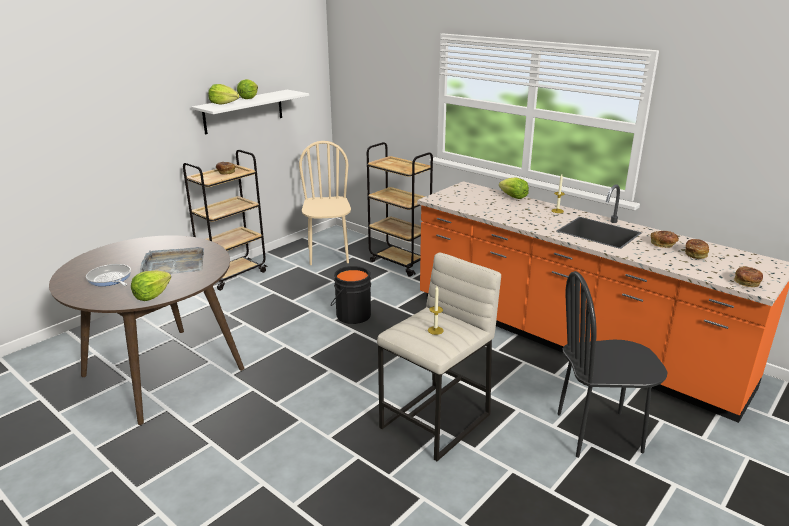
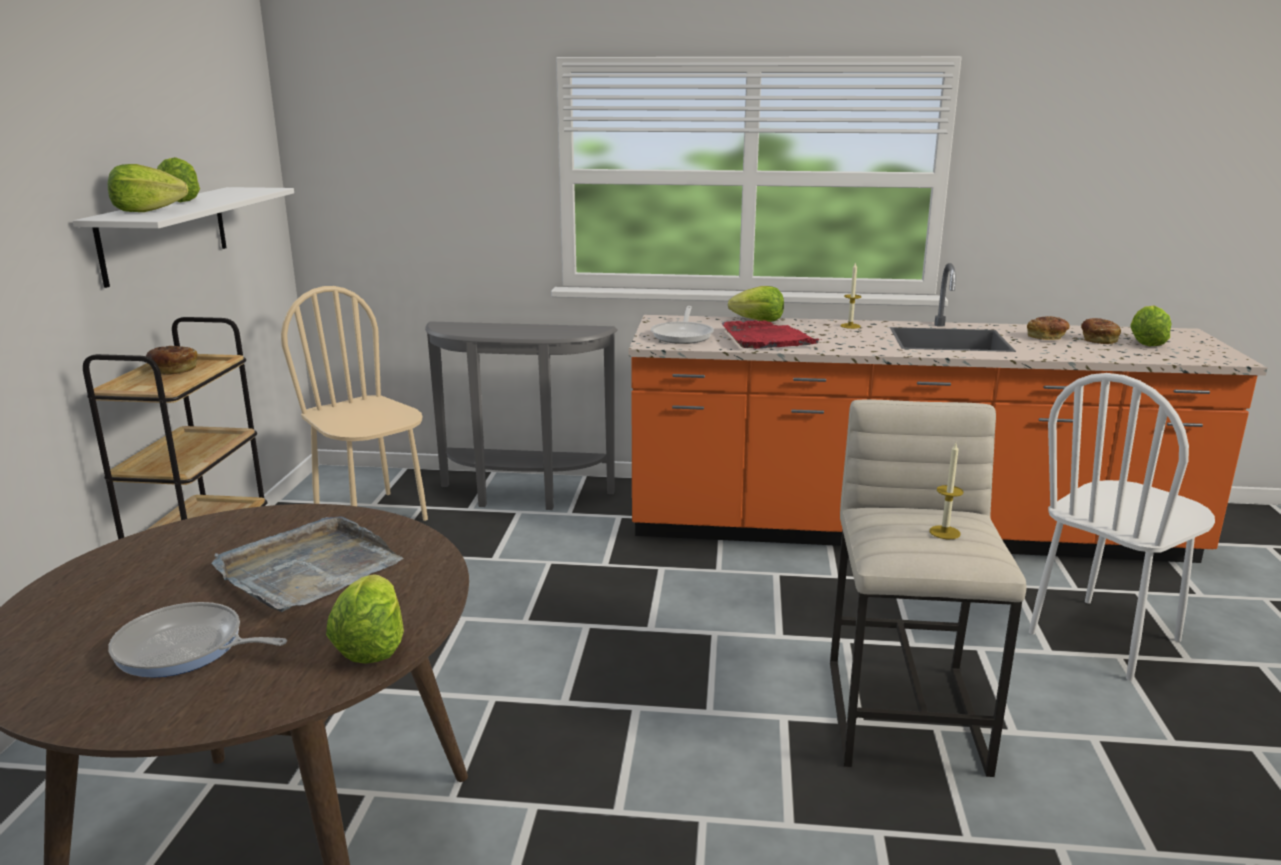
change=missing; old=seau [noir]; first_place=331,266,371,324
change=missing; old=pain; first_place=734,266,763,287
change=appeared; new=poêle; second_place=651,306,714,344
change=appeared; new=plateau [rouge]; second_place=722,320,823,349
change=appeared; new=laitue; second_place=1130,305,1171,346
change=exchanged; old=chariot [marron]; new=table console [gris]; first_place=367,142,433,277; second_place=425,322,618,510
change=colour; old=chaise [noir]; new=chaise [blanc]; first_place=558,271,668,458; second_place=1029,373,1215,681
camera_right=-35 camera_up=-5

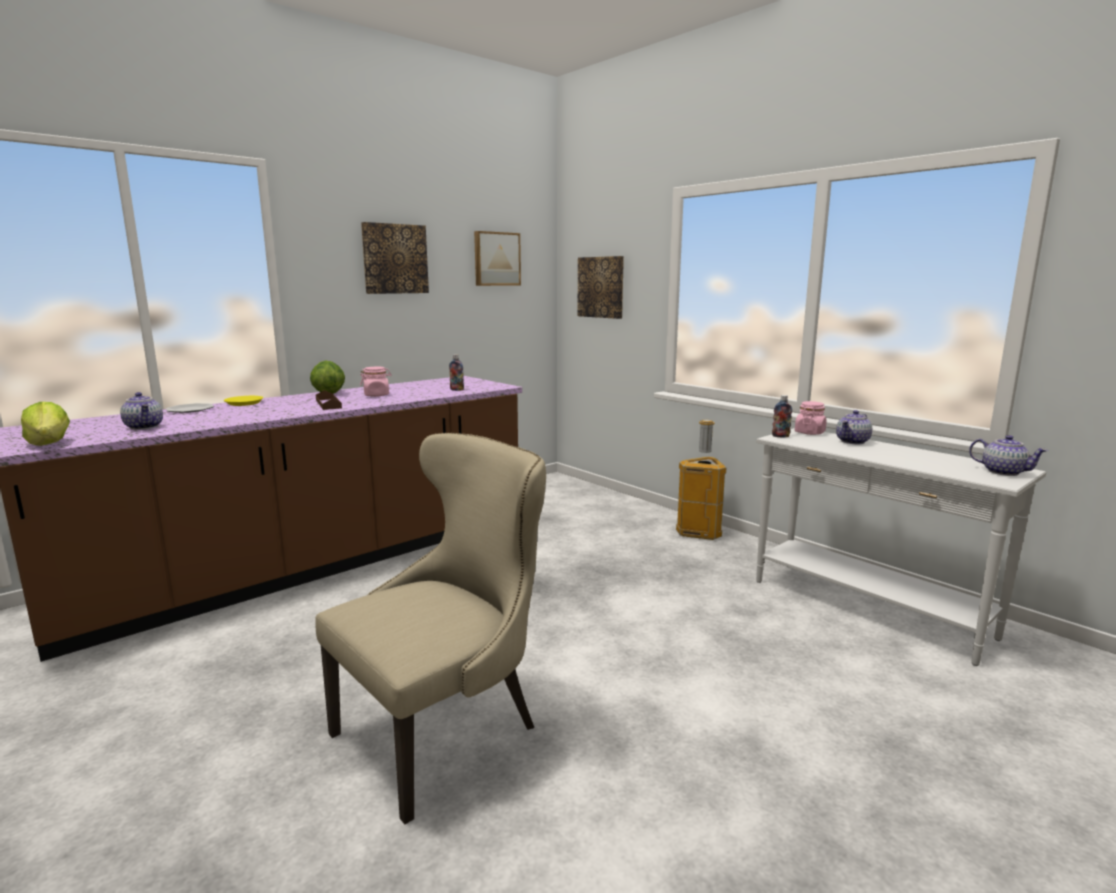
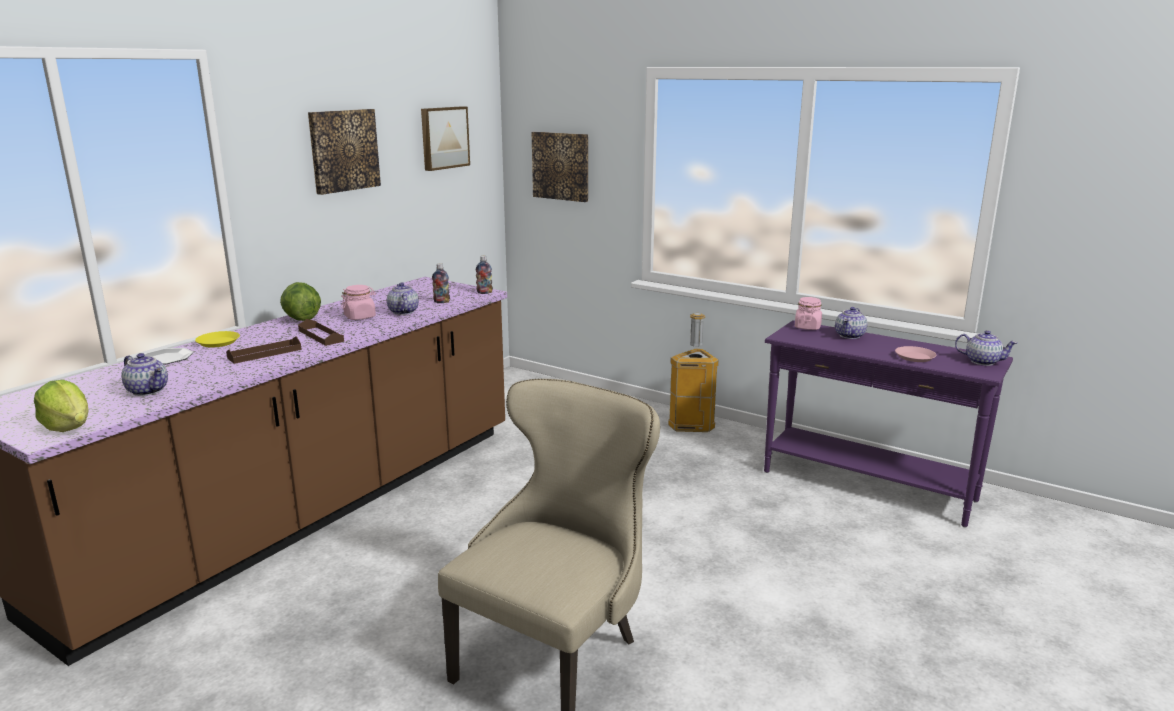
change=appeared; new=plateau [marron]; second_place=226,336,302,364
change=appeared; new=théière; second_place=387,282,419,315
change=appeared; new=assiette [rose]; second_place=895,346,937,362
change=relocated; old=bouteille; first_place=772,395,792,437; second_place=476,256,493,294
change=colour; old=table console [blanc]; new=table console [violet]; first_place=756,428,1046,666; second_place=764,320,1013,528
camera_right=-15 camera_up=5

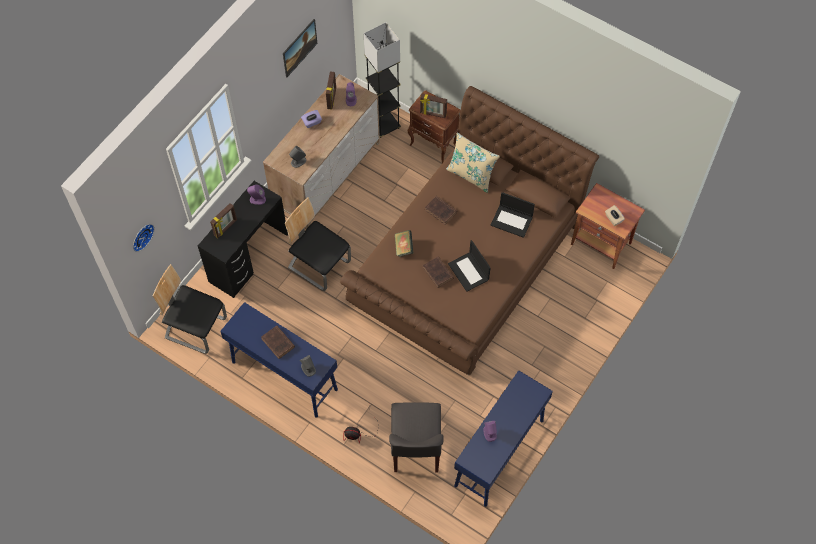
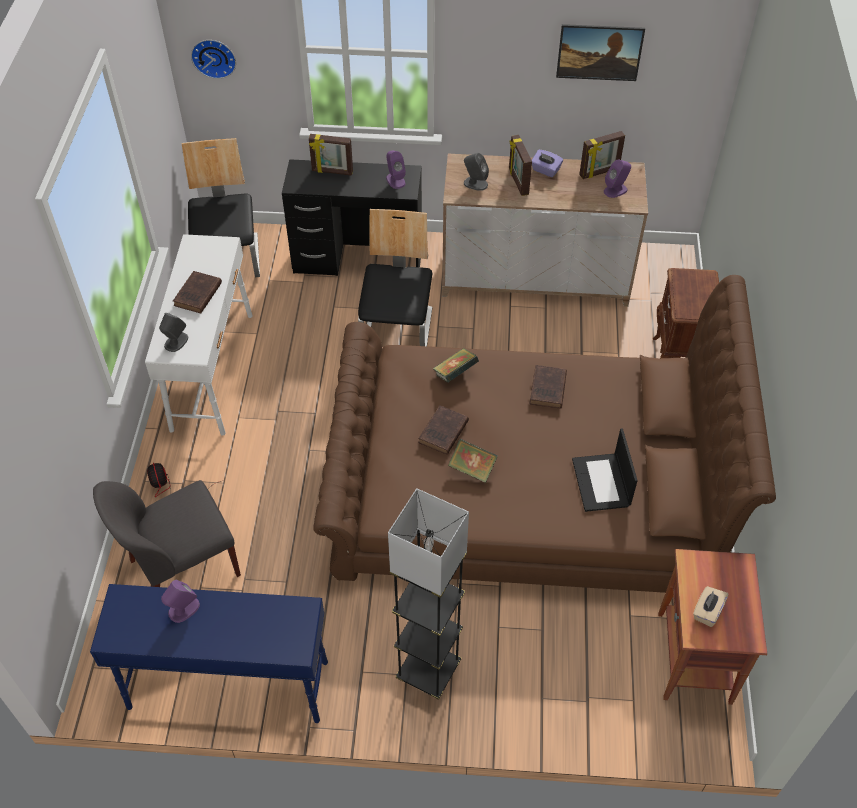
change=missing; old=coussin [beige]; first_place=446,133,500,193
change=relocated; old=lampadaire [noir]; first_place=364,22,401,138; second_place=388,488,469,700
change=relocated; old=cadre photo; first_place=420,94,447,118; second_place=509,135,532,196
change=exchanged; old=ordinateur portable; new=livre; first_place=448,240,491,292; second_place=448,439,498,483
change=colour; old=table console [bleu]; new=table console [blanc]; first_place=220,302,338,418; second_place=145,234,253,436
camera_right=60 camera_up=-10

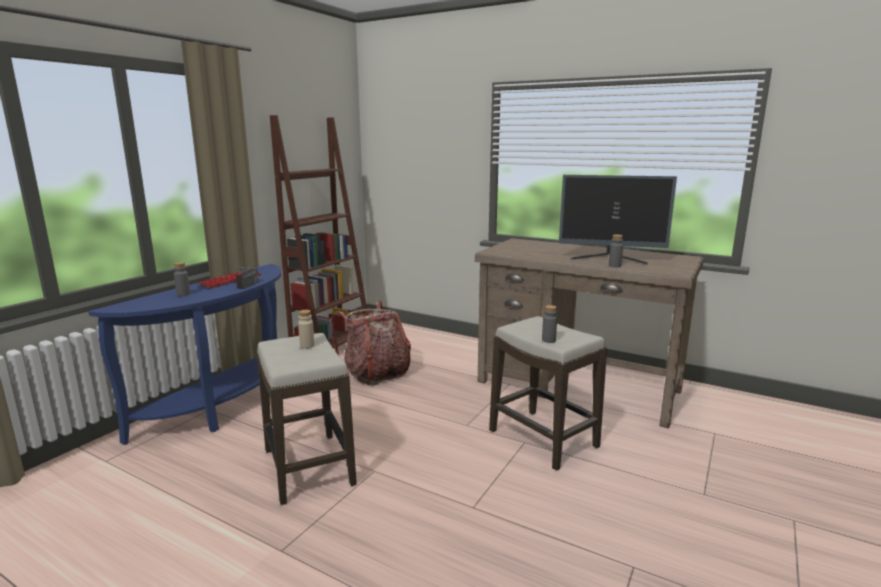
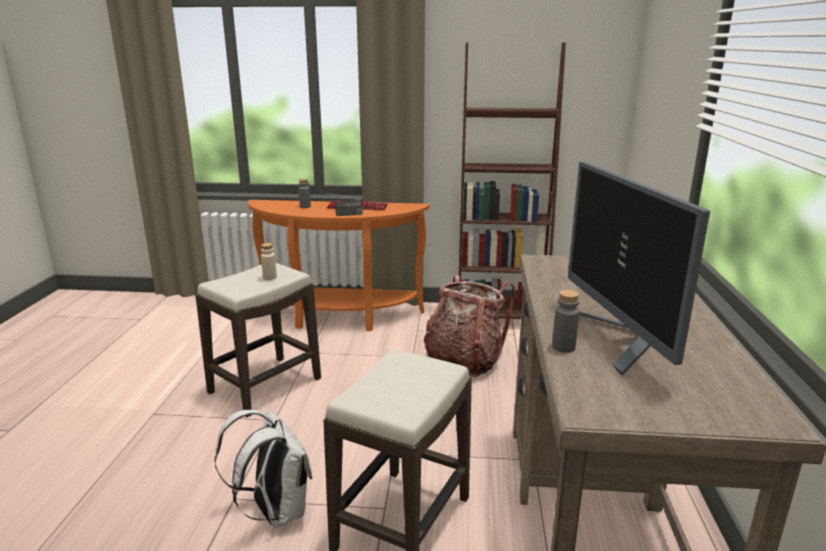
change=missing; old=bouteille [gris]; first_place=542,305,557,343
change=appeared; new=sac à dos [blanc]; second_place=215,410,312,528
change=colour; old=table console [bleu]; new=table console [orange]; first_place=88,264,282,445; second_place=248,200,430,332
camera_right=65 camera_up=5

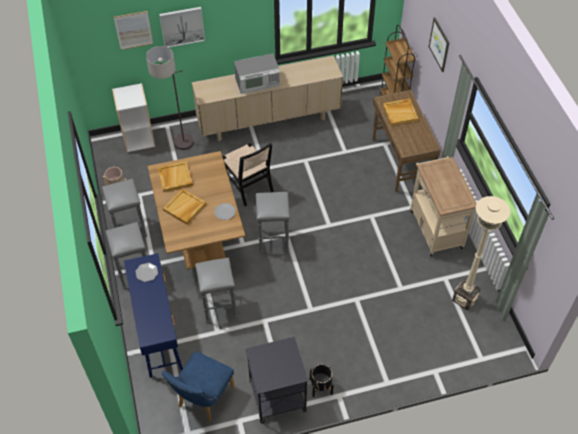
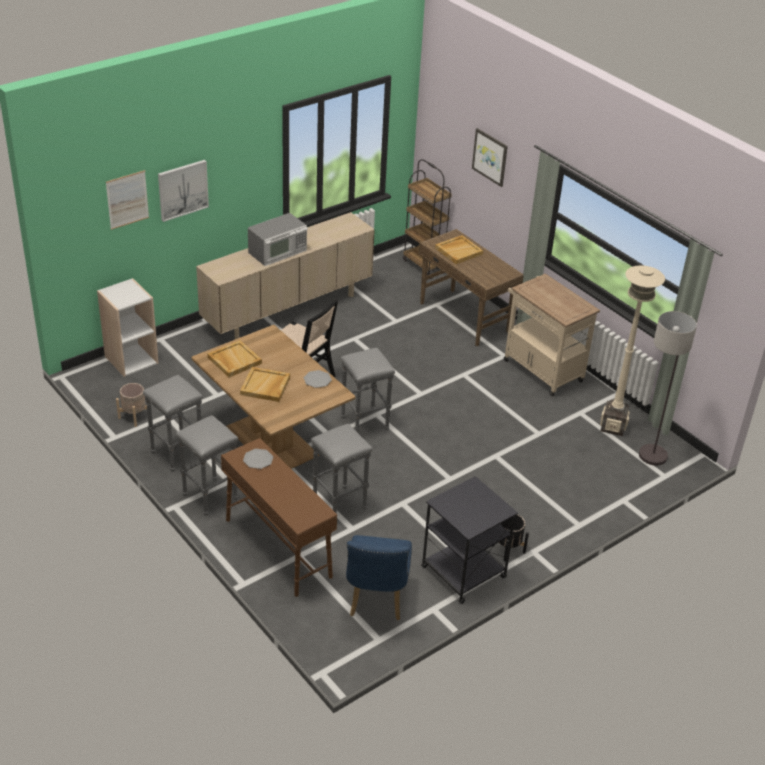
change=relocated; old=lampadaire [gris]; first_place=146,46,194,150; second_place=639,311,697,466
change=colour; old=table console [bleu]; new=table console [marron]; first_place=124,253,183,378; second_place=221,438,337,597
camera_right=-25 camera_up=-15

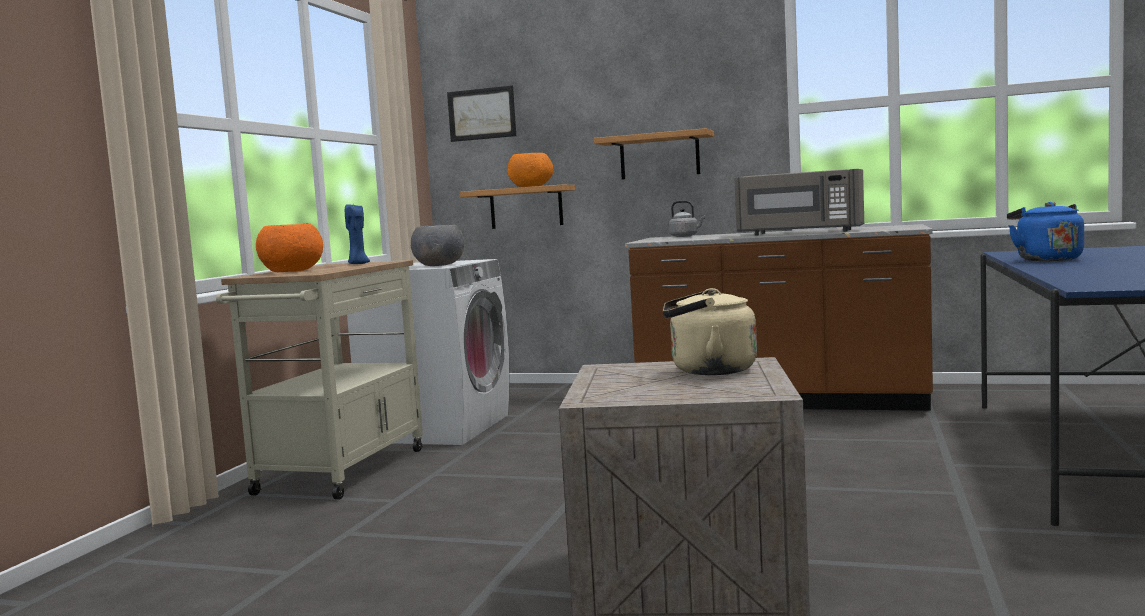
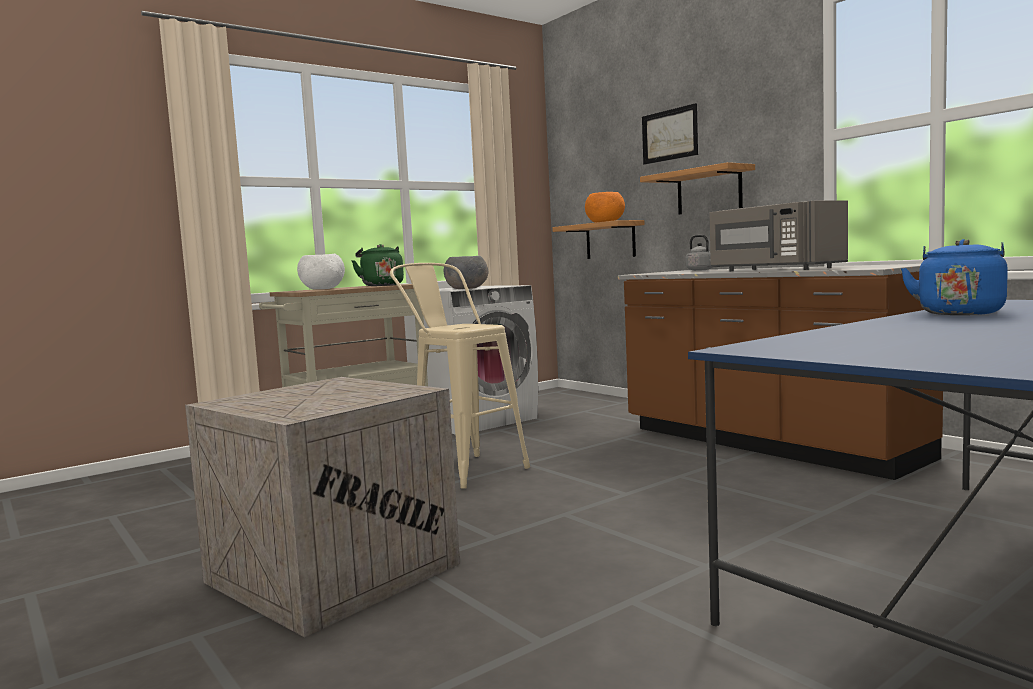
change=missing; old=bouilloire [beige]; first_place=663,288,757,375
change=appeared; new=tabouret [beige]; second_place=390,263,530,489
change=relocated; old=tableau; first_place=447,85,516,142; second_place=642,103,698,165
change=exchanged; old=bougie [bleu]; new=bouilloire [vert]; first_place=345,204,370,264; second_place=351,244,404,286
change=colour; old=bol [orange]; new=bol [blanc]; first_place=256,223,323,272; second_place=297,253,345,289
camera_right=35 camera_up=0

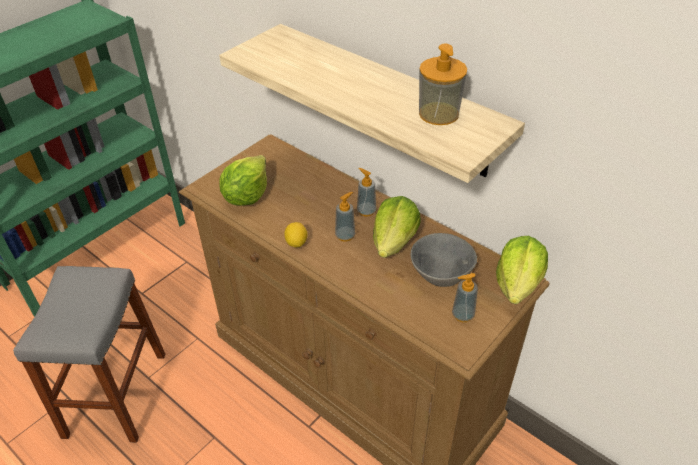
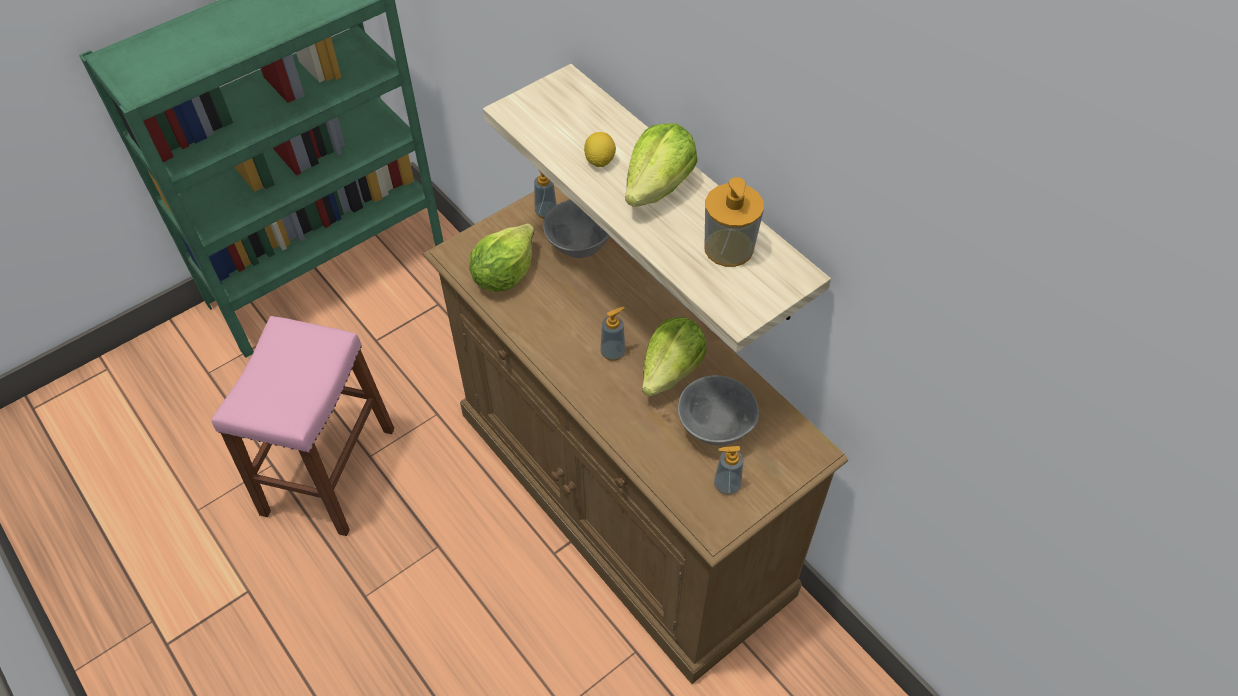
change=appeared; new=bol [gris]; second_place=543,200,610,258
change=relocated; old=citron; first_place=284,222,308,247; second_place=584,132,616,167
change=relocated; old=distributeur de savon; first_place=357,168,376,217; second_place=534,173,557,219
change=relocated; old=laitue; first_place=496,236,548,304; second_place=625,124,698,207
change=colour; old=tabouret [gris]; new=tabouret [rose]; first_place=13,266,165,443; second_place=212,316,394,536
camera_right=10 camera_up=10

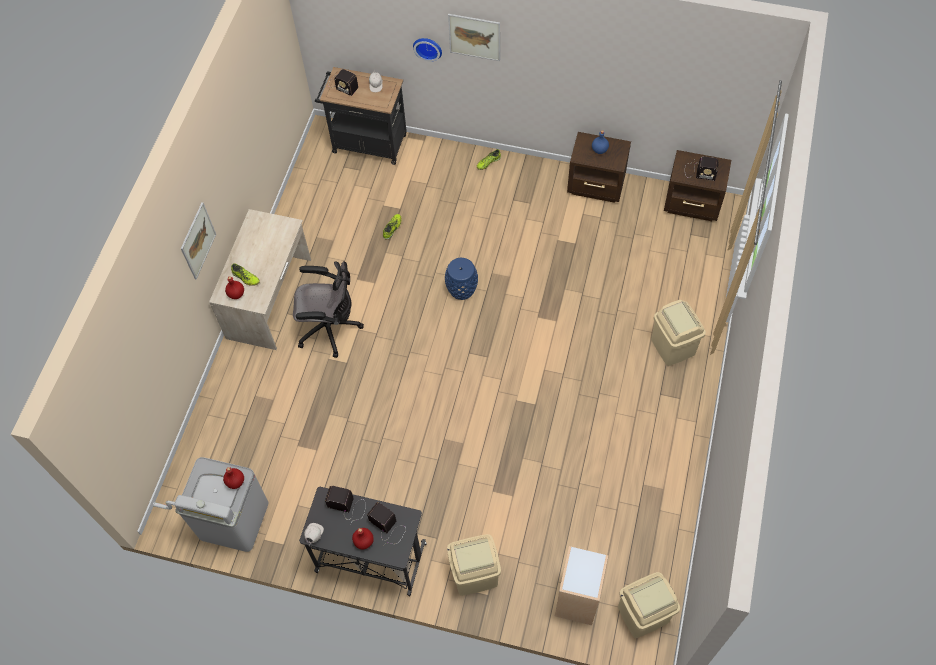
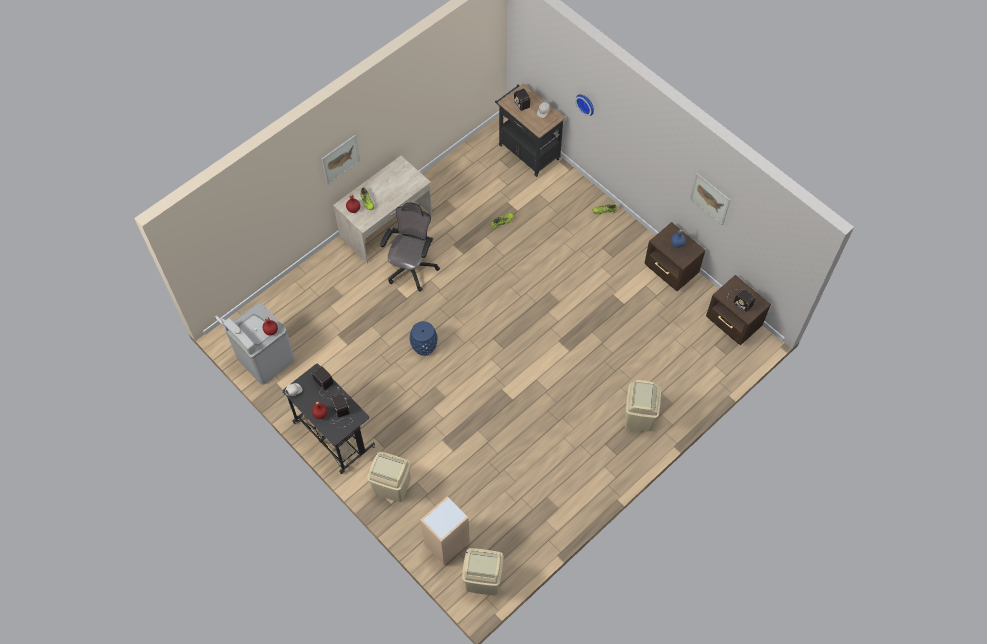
change=relocated; old=tabouret [bleu]; first_place=445,258,478,300; second_place=410,321,438,356
change=relocated; old=tableau; first_place=448,14,500,61; second_place=690,173,730,225
change=spun; old=chaise de bureau; first_place=293,261,364,358; second_place=380,203,440,292; degrees=-105
camera_right=30 camera_up=0

